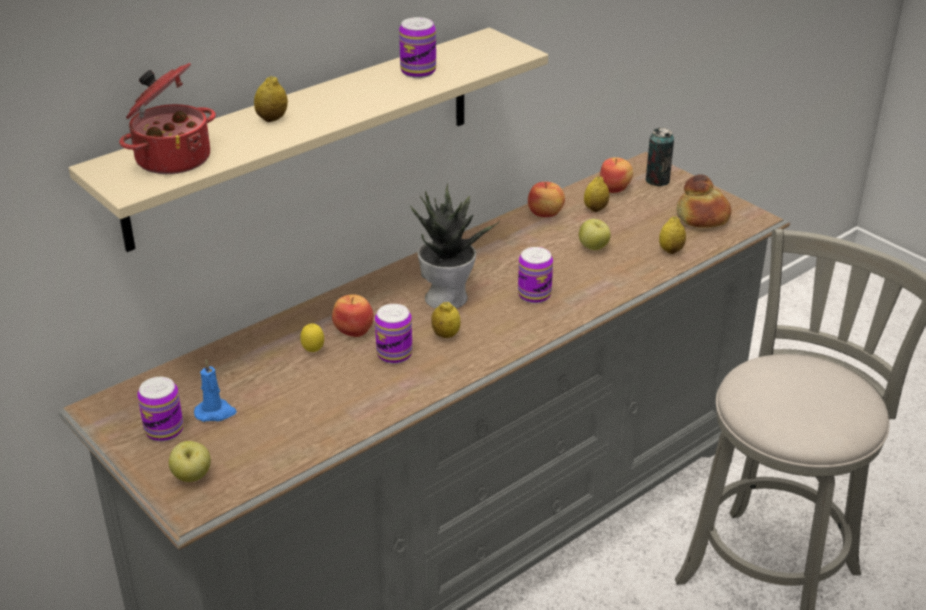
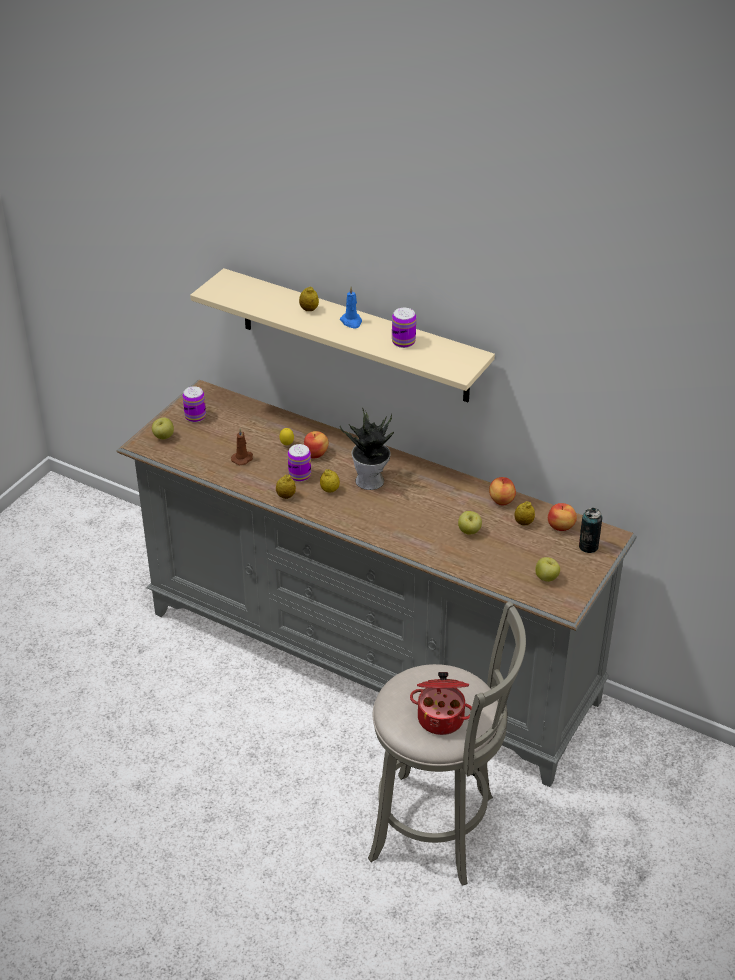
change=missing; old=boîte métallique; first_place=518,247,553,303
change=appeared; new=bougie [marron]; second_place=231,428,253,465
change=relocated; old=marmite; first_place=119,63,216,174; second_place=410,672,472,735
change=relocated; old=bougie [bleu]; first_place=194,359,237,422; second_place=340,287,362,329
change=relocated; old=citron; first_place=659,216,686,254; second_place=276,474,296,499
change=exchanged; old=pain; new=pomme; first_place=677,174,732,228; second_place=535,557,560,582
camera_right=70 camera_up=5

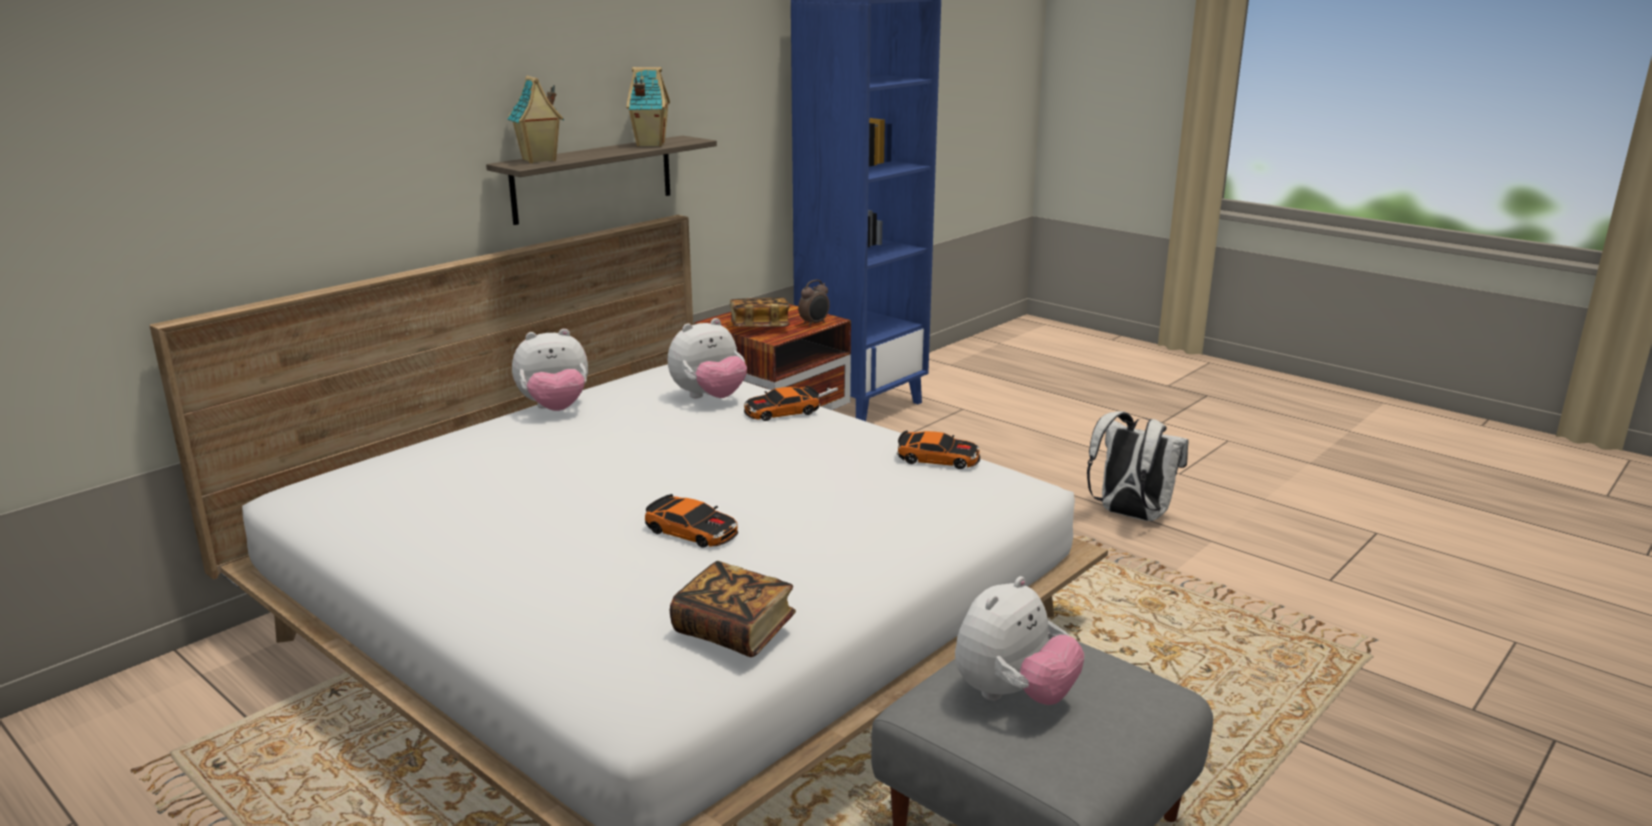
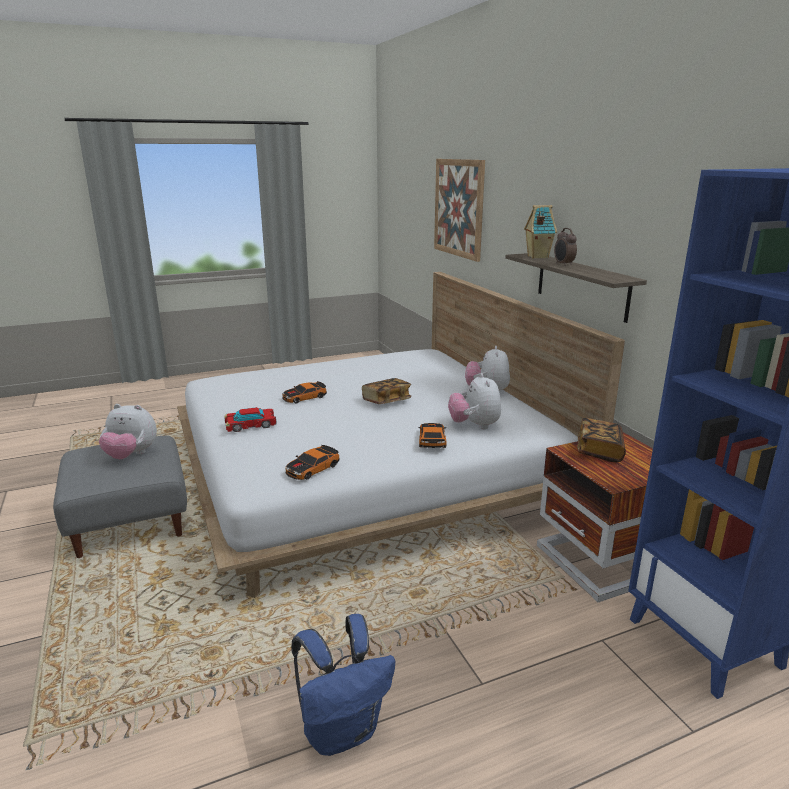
change=missing; old=maison miniature; first_place=626,67,670,147
change=appeared; new=petite voiture; second_place=224,407,276,432
change=appeared; new=tableau; second_place=434,159,485,262
change=relocated; old=livre; first_place=670,561,796,657; second_place=362,378,411,404
change=relocated; old=réveil; first_place=798,280,830,327; second_place=554,228,577,266
change=colour; old=sac à dos [blanc]; new=sac à dos [bleu]; first_place=1087,411,1189,521; second_place=291,614,395,756
change=spun; old=peluche; first_place=955,576,1084,705; second_place=99,404,157,459; degrees=-60
camera_right=115 camera_up=0

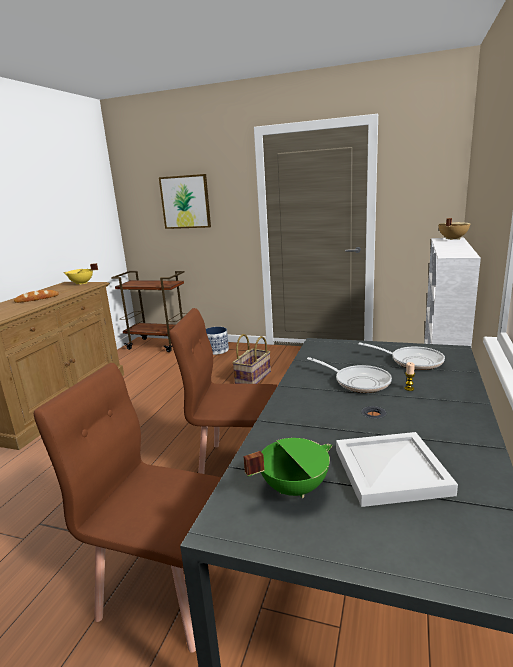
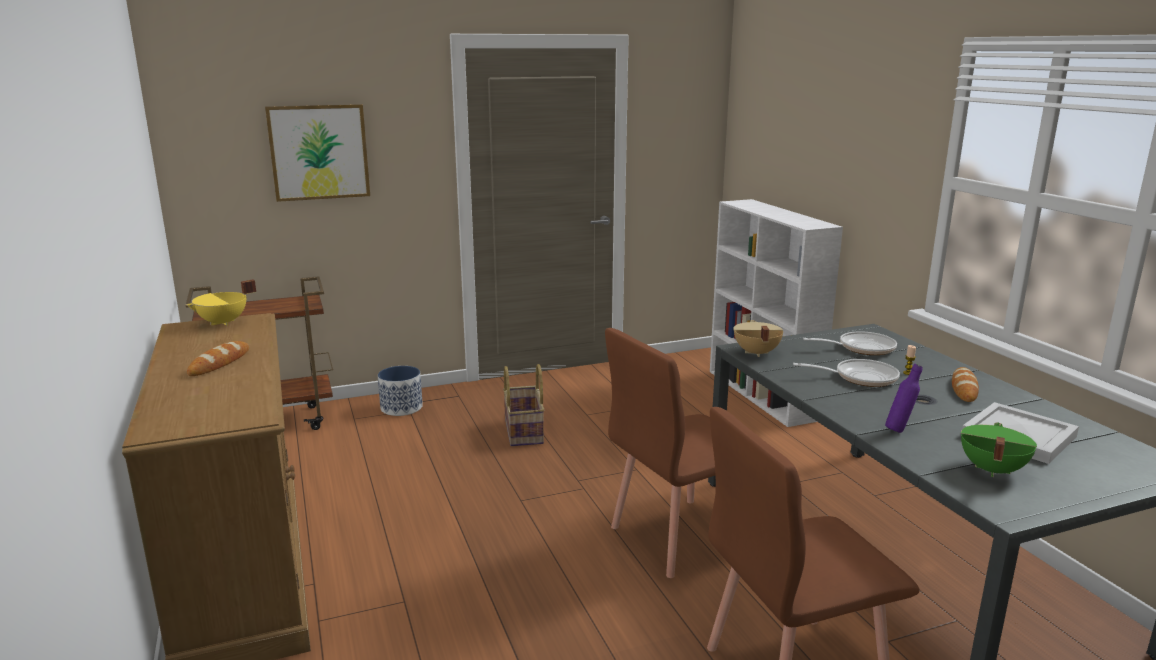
change=appeared; new=bouteille [violet]; second_place=885,364,923,433
change=appeared; new=pain; second_place=952,367,979,402
change=relocated; old=marmite [beige]; first_place=438,218,470,240; second_place=733,320,783,357
camera_right=-40 camera_up=0

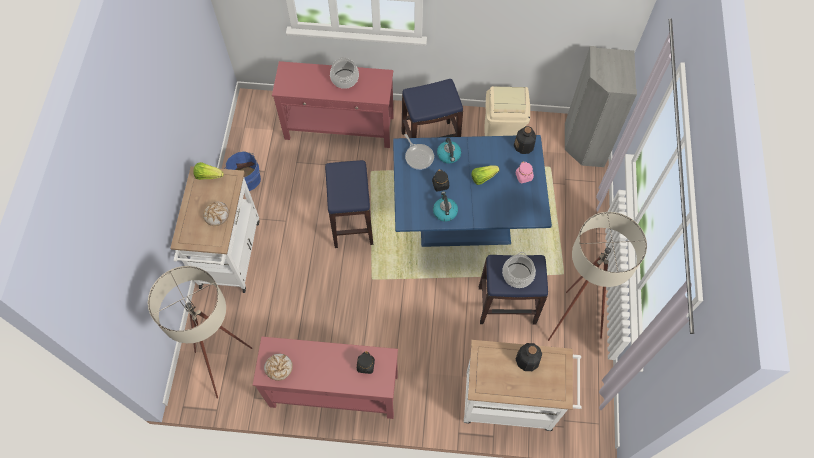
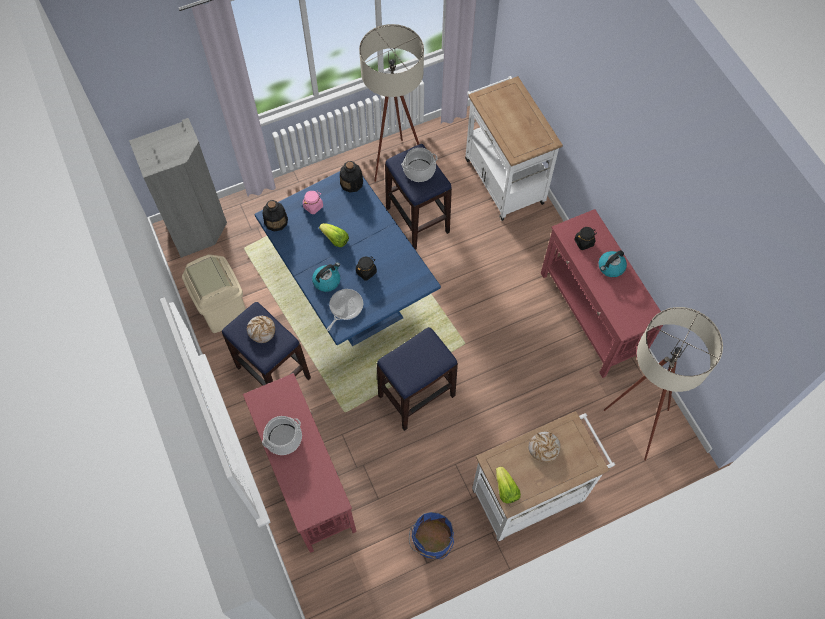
change=relocated; old=pain; first_place=264,354,293,381; second_place=247,316,275,343
change=relocated; old=bouilloire; first_place=433,191,458,222; second_place=598,250,627,277
change=relocated; old=bouteille; first_place=516,343,542,371; second_place=340,161,363,193
camera_right=-120 camera_up=0

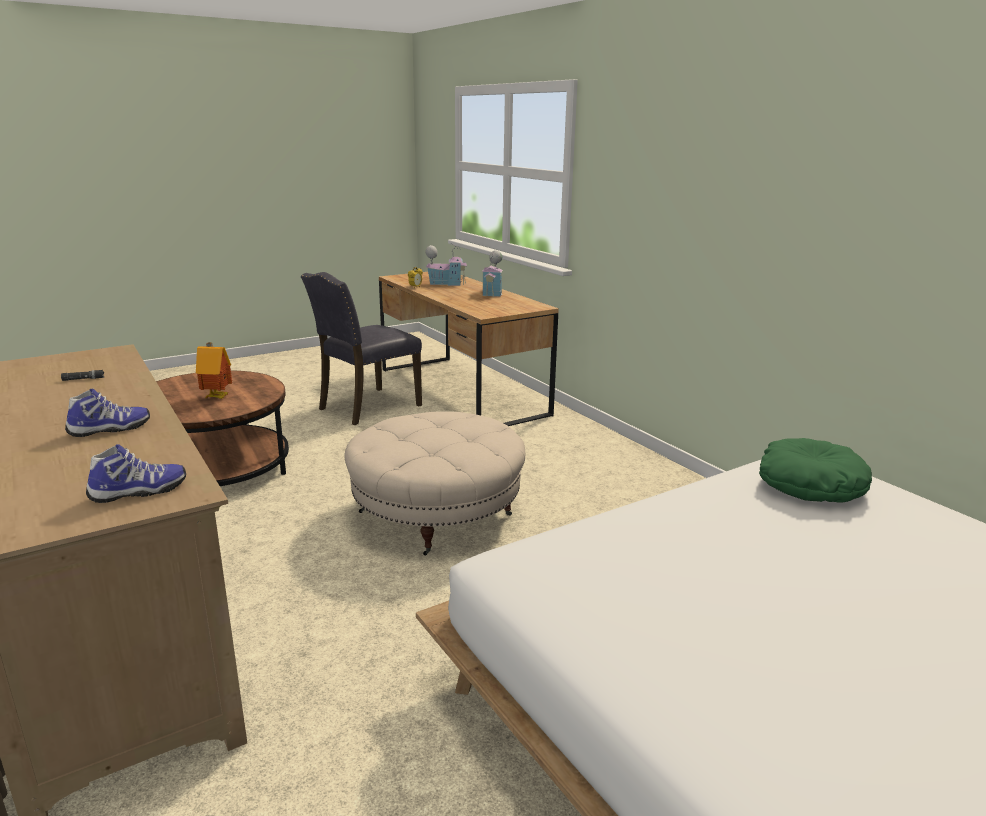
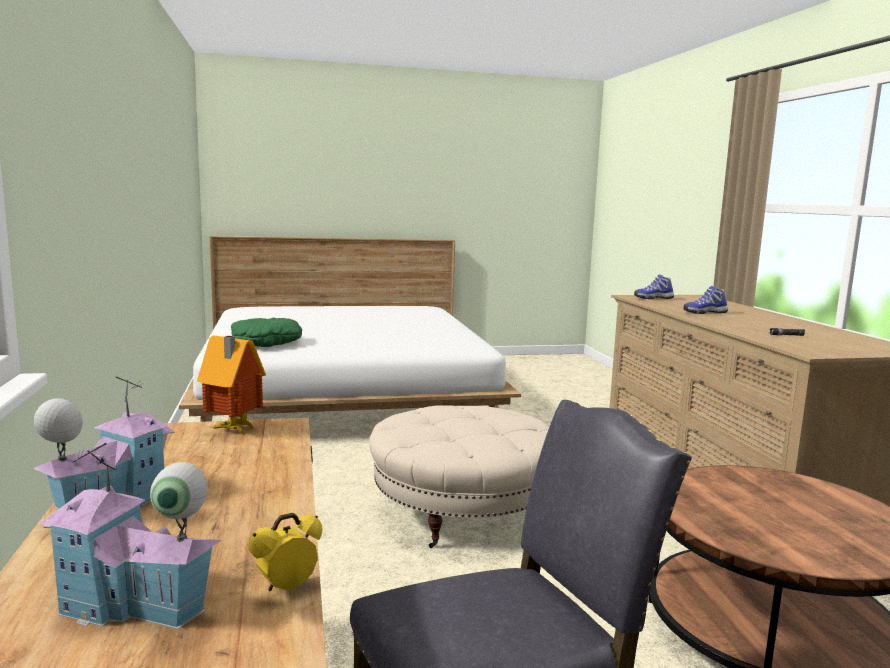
change=relocated; old=maison miniature; first_place=196,342,232,399; second_place=197,335,266,433
camera_right=-160 camera_up=-10

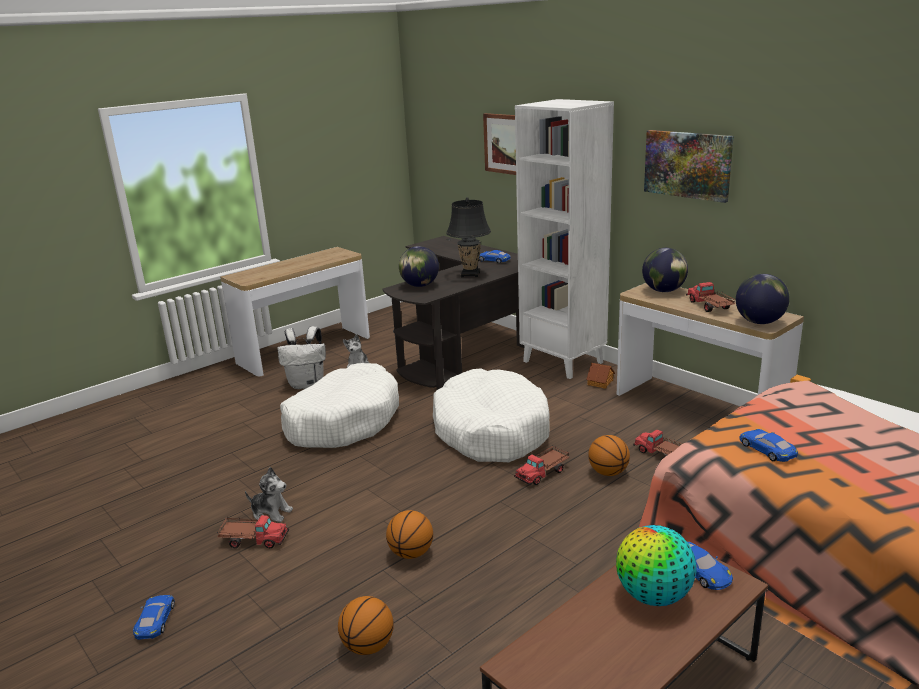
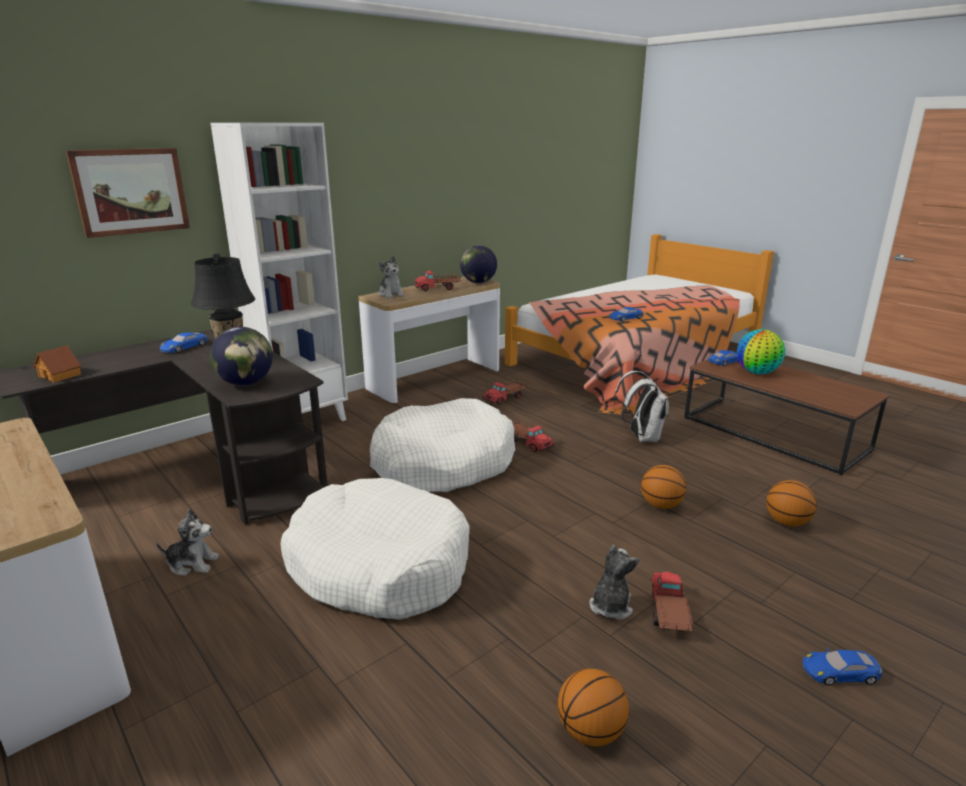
change=missing; old=tableau; first_place=644,130,734,203
change=relocated; old=sac à dos [blanc]; first_place=277,326,326,389; second_place=613,371,669,442
change=relocated; old=maison miniature; first_place=586,363,615,389; second_place=33,345,81,383
change=relocated; old=ballon de basket; first_place=588,435,630,476; second_place=558,669,629,746
change=exchanged; old=globe; new=peluche; first_place=642,248,688,292; second_place=378,256,405,299
camera_right=-90 camera_up=0

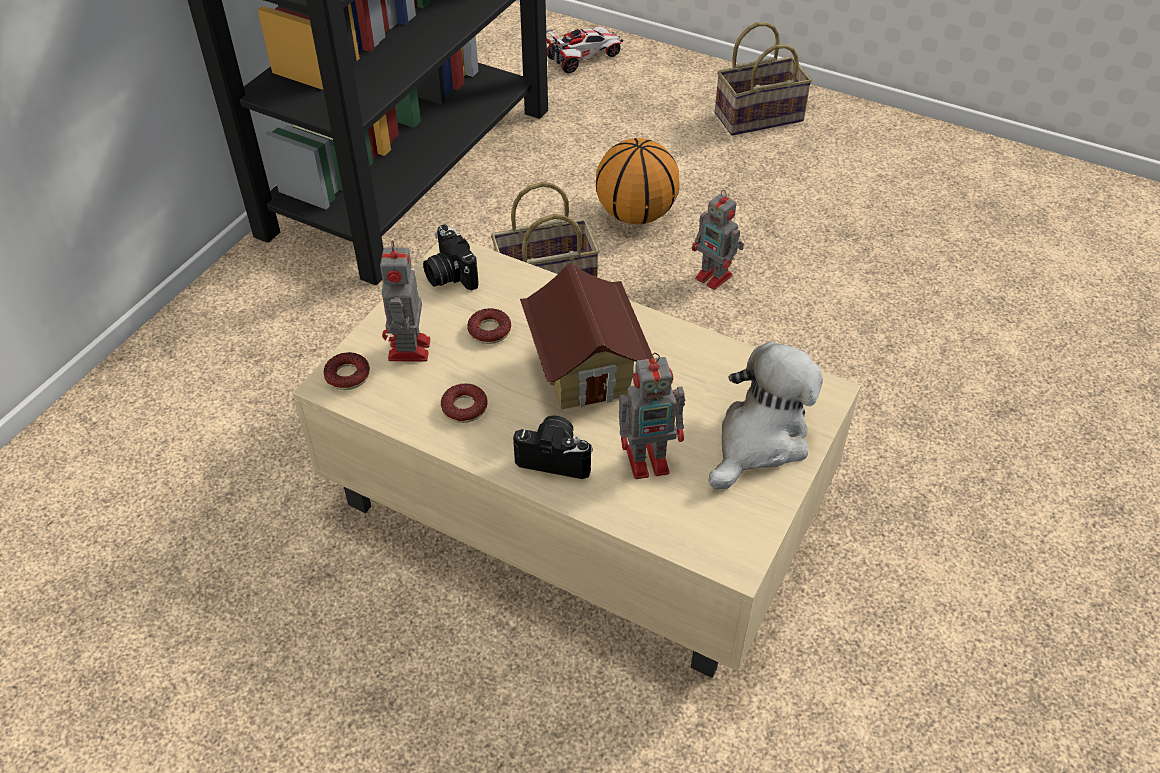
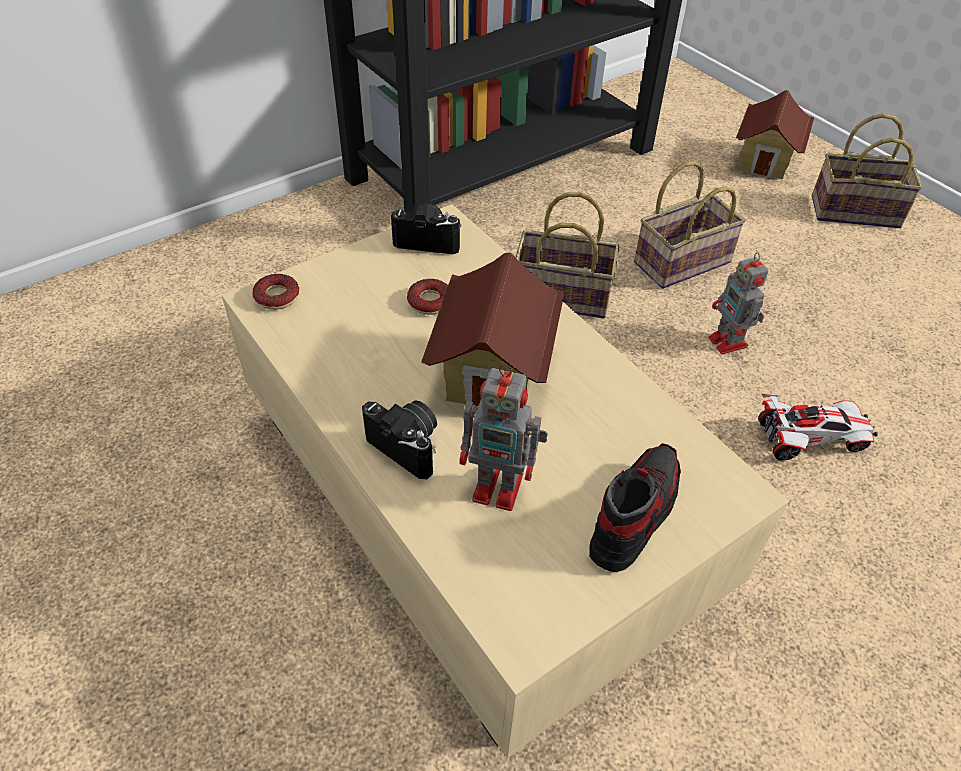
change=missing; old=robot jouet; first_place=380,241,430,362
change=missing; old=beignet; first_place=441,383,488,423
change=appeared; new=maison miniature; second_place=736,90,814,179
change=relocated; old=petite voiture; first_place=546,26,623,74; second_place=758,393,878,460
change=exchanged; old=ballon de basket; new=panier; first_place=596,138,680,224; second_place=634,161,746,289
change=exchanged; old=peluche; new=chaussure; first_place=708,341,823,489; second_place=589,443,681,572
change=spun; old=appareil photo; first_place=423,225,479,290; second_place=391,203,461,254; degrees=105
camera_right=25 camera_up=0

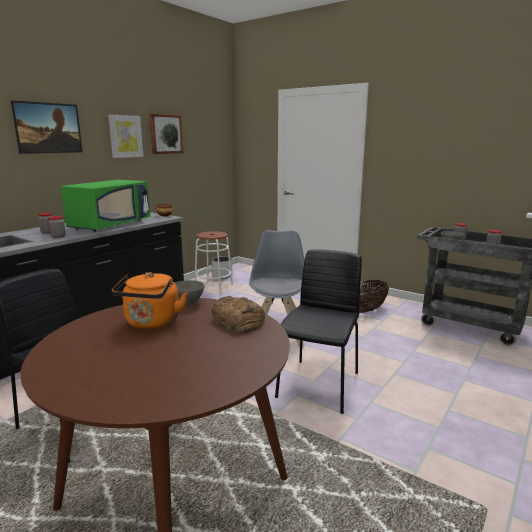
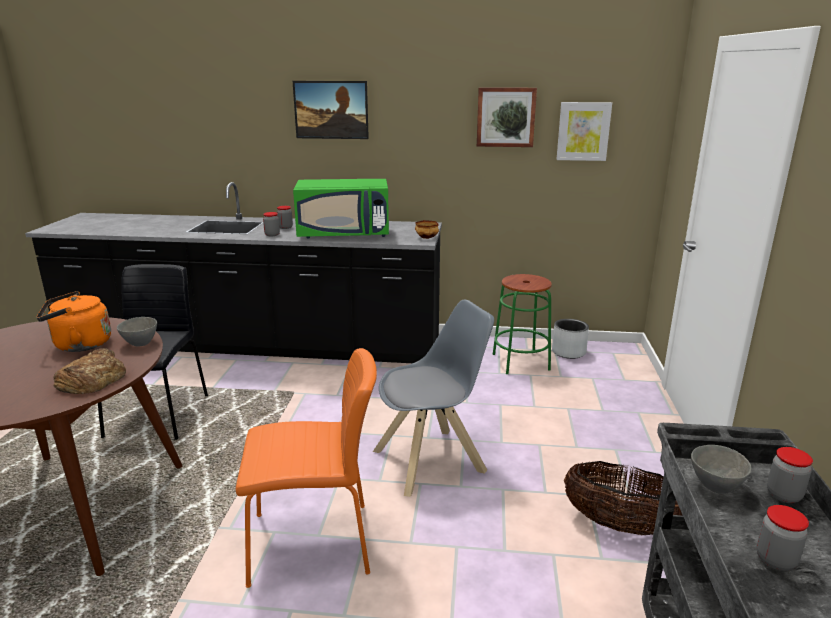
change=relocated; old=tableau; first_place=108,114,143,158; second_place=557,102,612,161
change=colour; old=tabouret [blanc]; new=tabouret [vert]; first_place=195,231,233,294; second_place=493,274,552,374
change=colour; old=chaise [noir]; new=chaise [orange]; first_place=275,249,362,414; second_place=236,348,377,588
camera_right=60 camera_up=5

